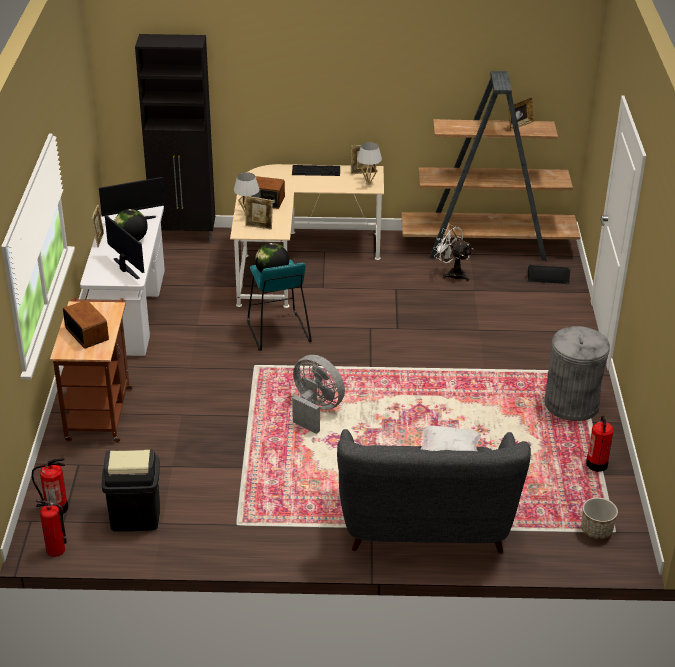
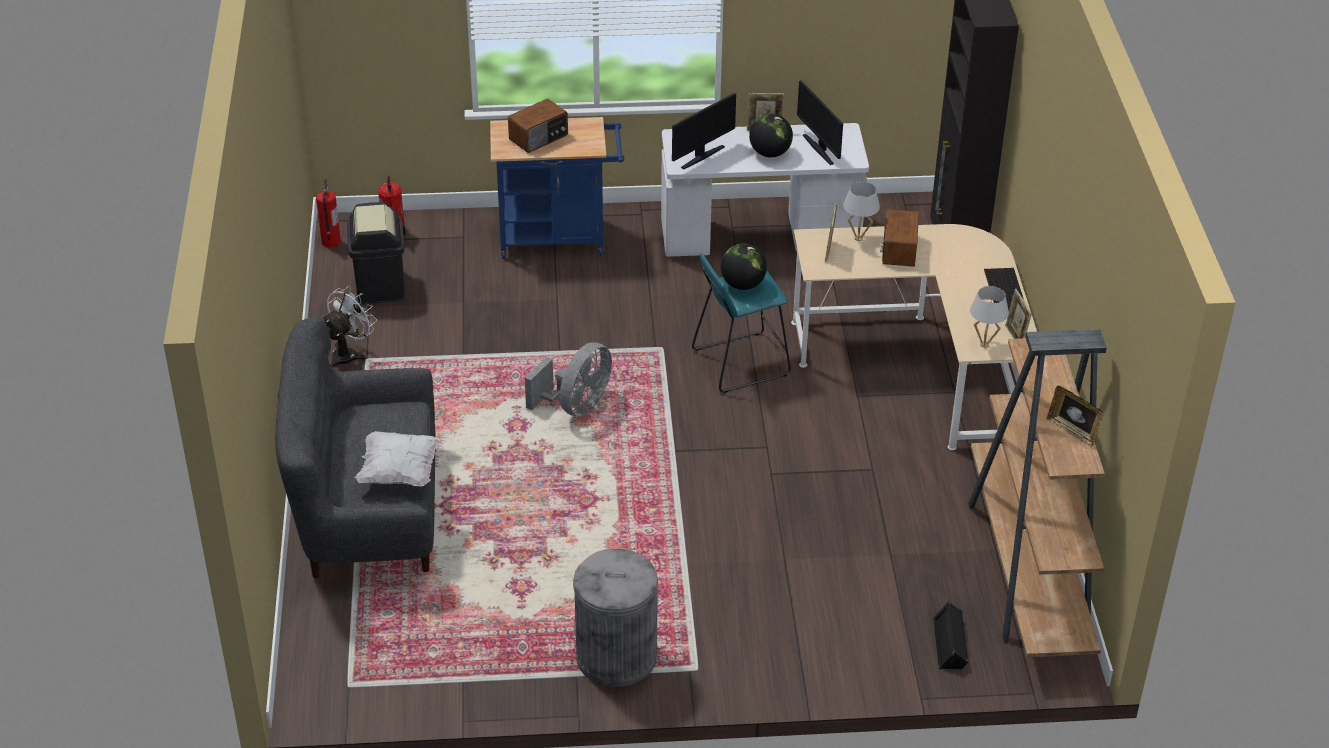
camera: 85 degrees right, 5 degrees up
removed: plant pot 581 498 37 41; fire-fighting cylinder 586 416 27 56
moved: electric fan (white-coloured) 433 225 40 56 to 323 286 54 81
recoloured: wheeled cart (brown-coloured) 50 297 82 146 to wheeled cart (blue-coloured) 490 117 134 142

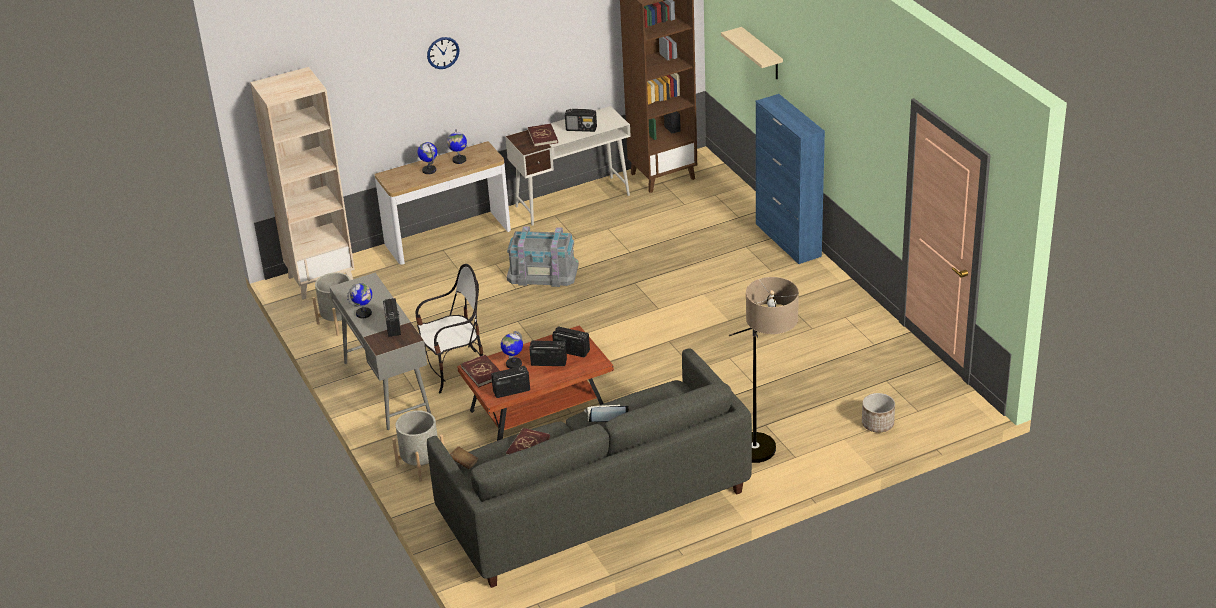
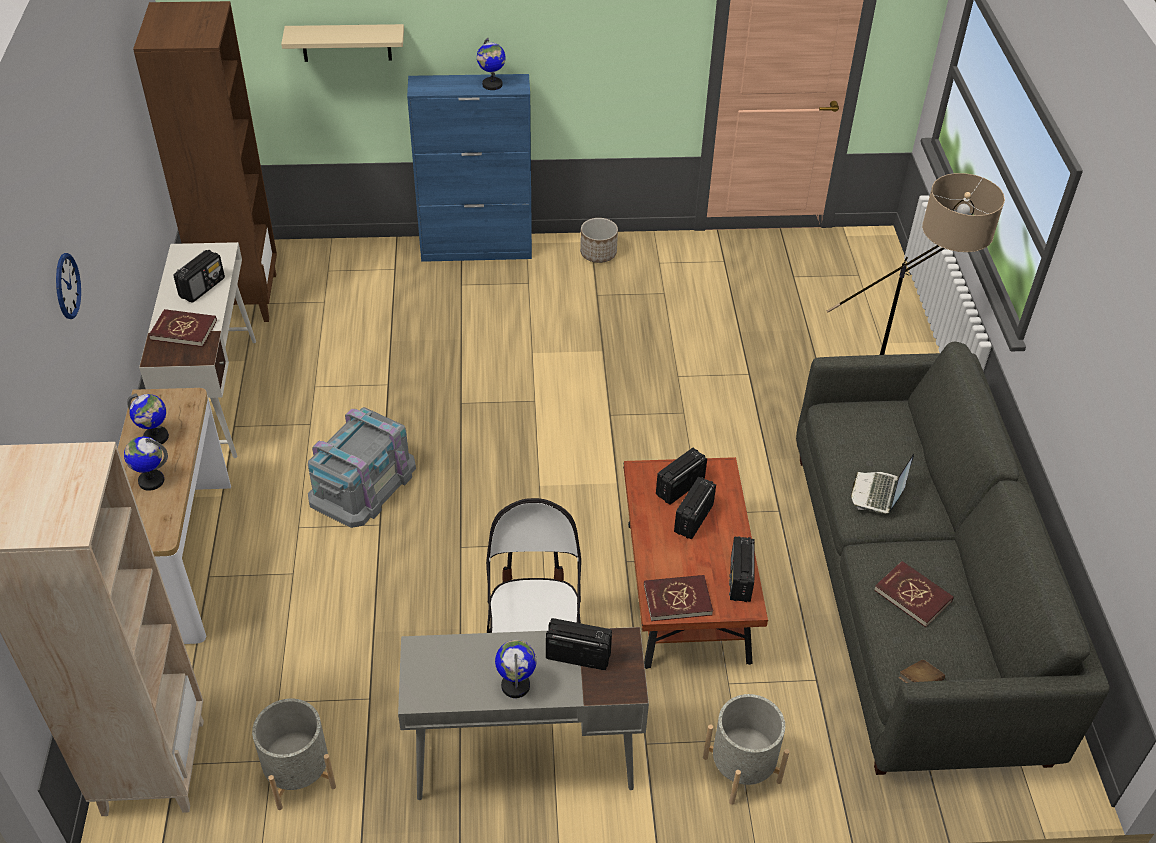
camera: 70 degrees left, 10 degrees up
moved: desk globe 501 331 22 38 to 477 38 29 52; plant pot 862 393 33 39 to 580 218 38 45

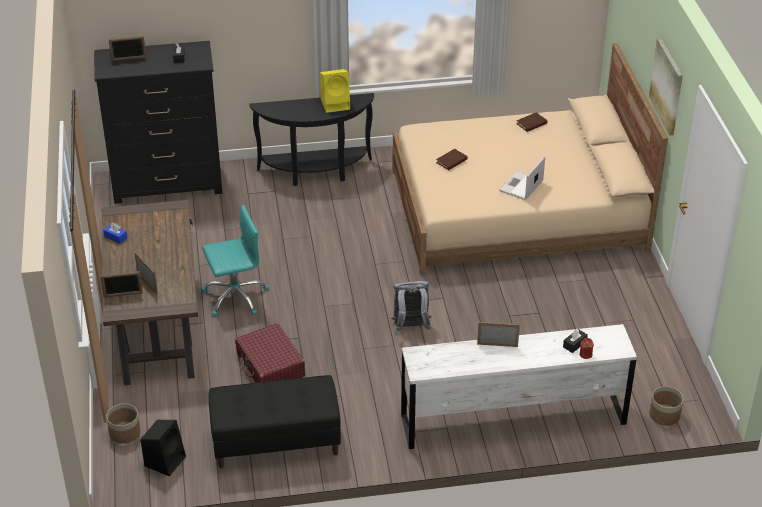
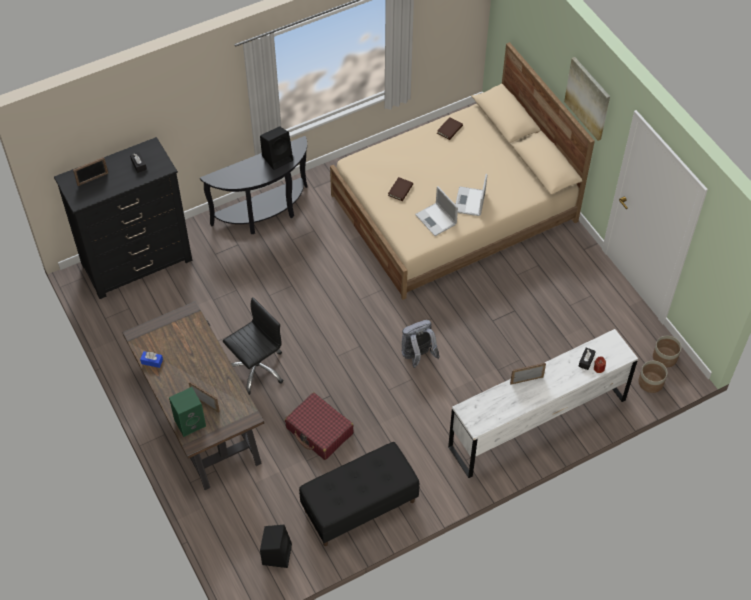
camera: 20 degrees left, 15 degrees up
added: portable computer 415 186 43 50
moved: plant pot 106 404 34 40 to 653 336 28 31
replaced: standing frame 100 271 43 27 to loudspeaker (green) 169 387 37 50
recoloured: desk chair (turquoise) 202 205 67 111 to desk chair (black) 223 297 61 98; loudspeaker (yellow) 320 69 30 44 to loudspeaker (black) 260 126 33 44

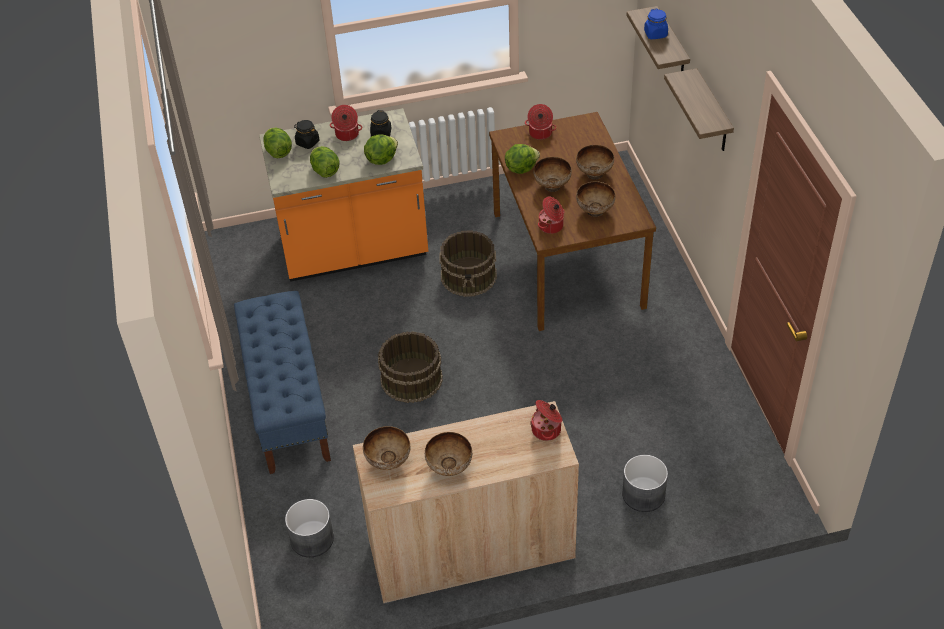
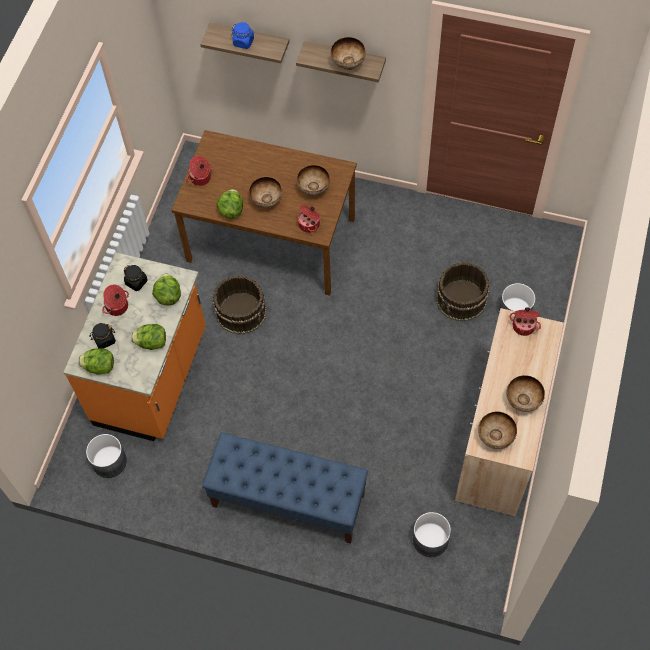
camera: 60 degrees left, 15 degrees up
added: plant pot (grey) 86 434 41 44
moved: serving bowl 576 145 38 35 to 331 37 35 33; pail (brown-coloured) 377 331 66 72 to 436 262 54 60

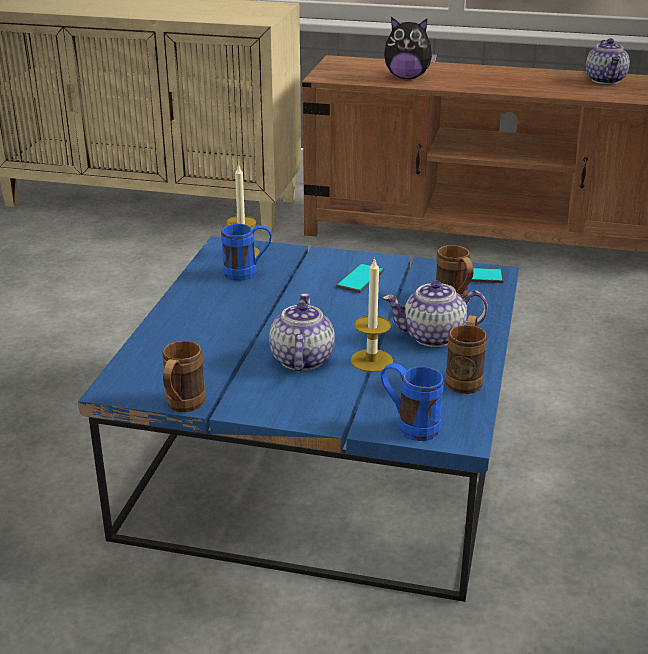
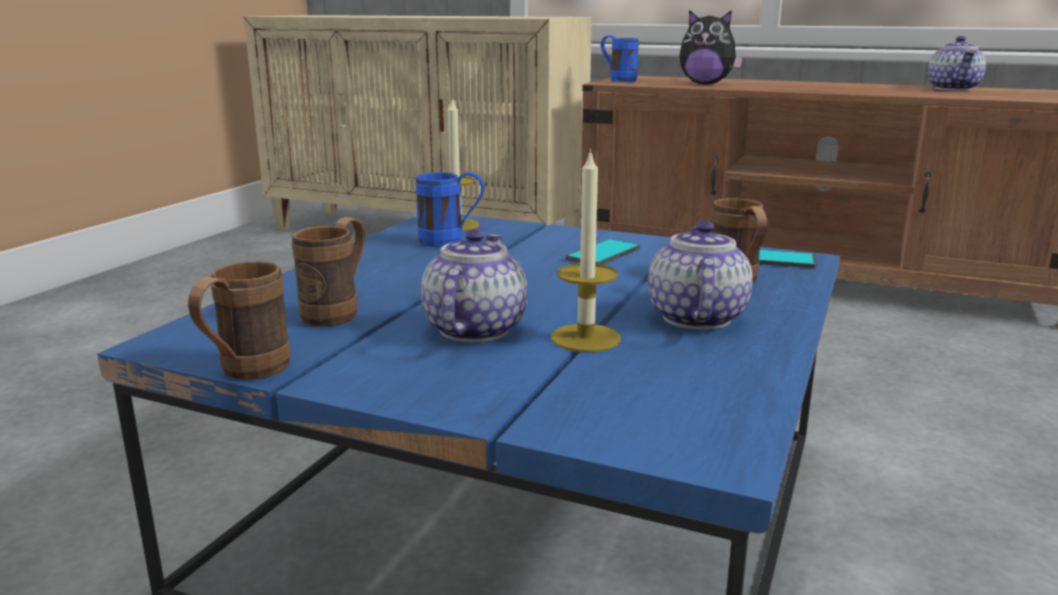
camera: 10 degrees right, 10 degrees down
moved: tea mug (brown-coloured) 445 315 42 79 to 292 217 73 110; tea mug (blue-coloured) 381 363 63 78 to 601 35 38 47
turned: pot for tea 383 280 105 67 = 648 221 105 109 90 degrees clockwise

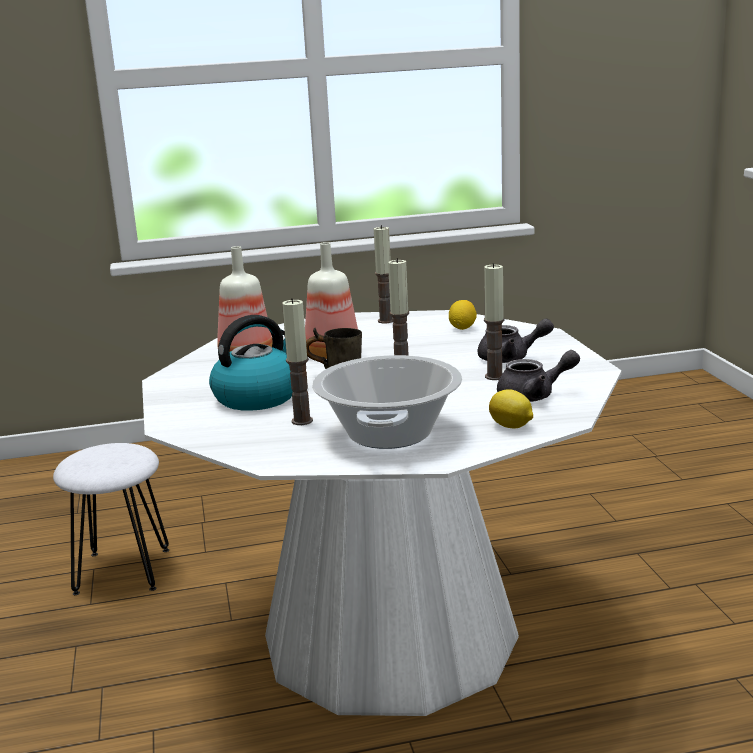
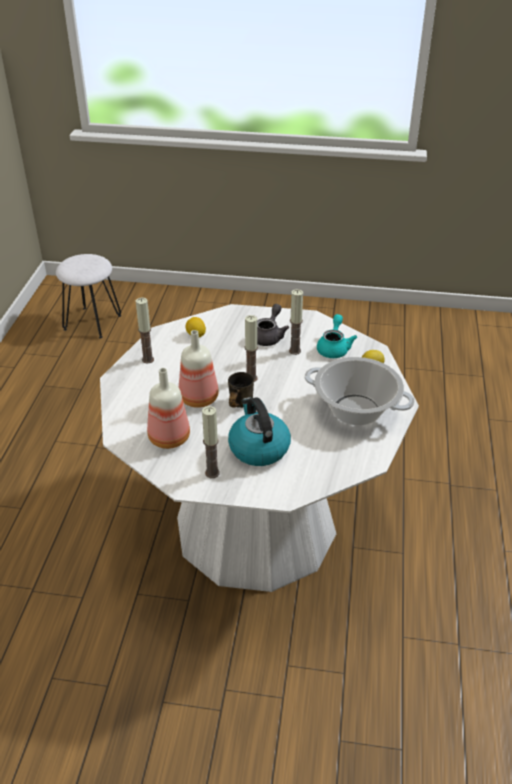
camera: 70 degrees left, 20 degrees up
moved: stool (white-coloured) 53 443 116 152 to 56 254 65 85; wax light 282 298 31 127 to 202 406 18 72
recoloured: pot for tea (grey) 497 350 83 52 to pot for tea (turquoise) 317 314 40 44

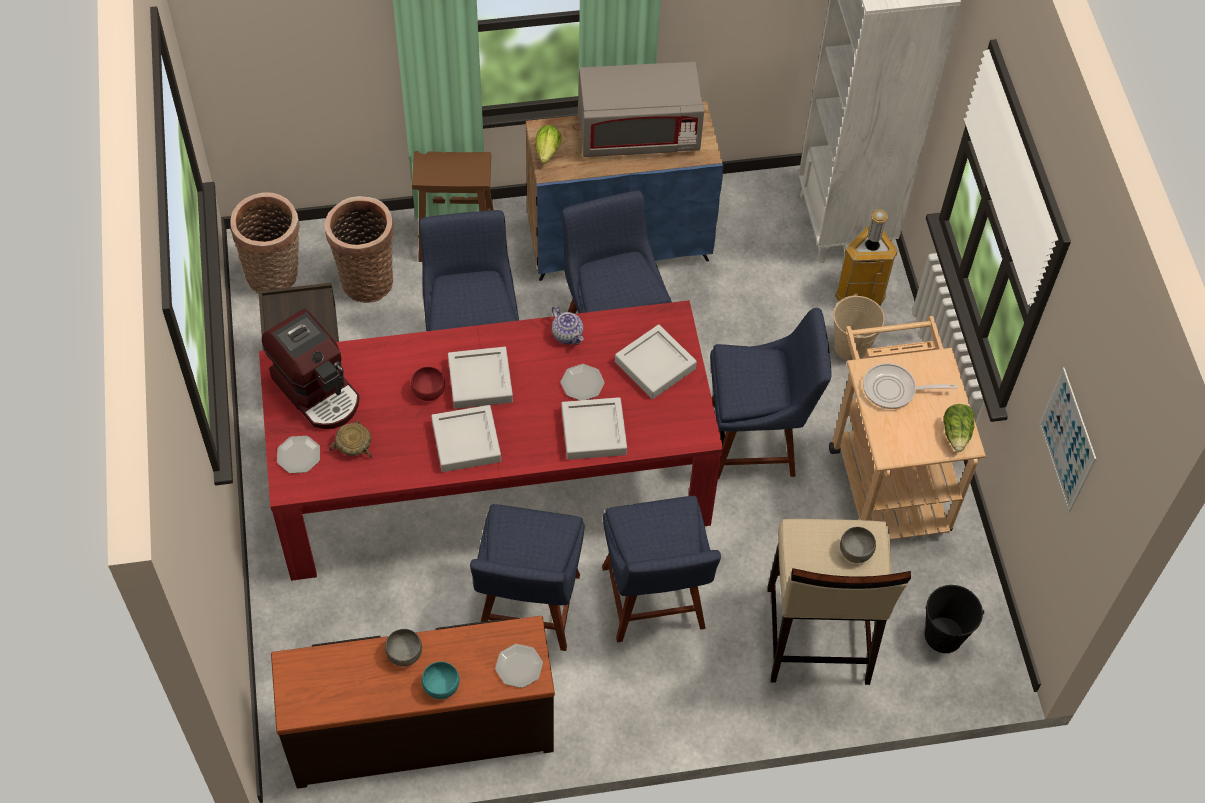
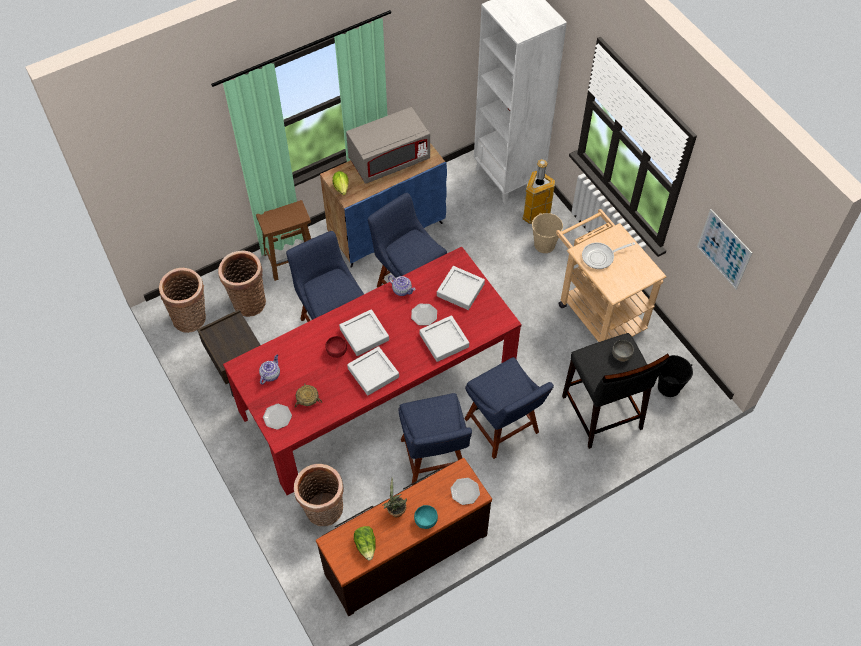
camera: 20 degrees left, 0 degrees up
removed: plain chair (blue-coloured) 710 308 121 171
added: basket 294 464 50 62
moved: lettuce 943 404 31 48 to 354 526 22 34
replaced: coffee brewer 262 309 97 120 to pot for tea 259 354 21 31; serving bowl (grey) 385 629 37 38 to houseplant 383 477 24 40
recoloured: stool (sand-coloured) 767 519 144 166 to stool (black) 562 333 108 116

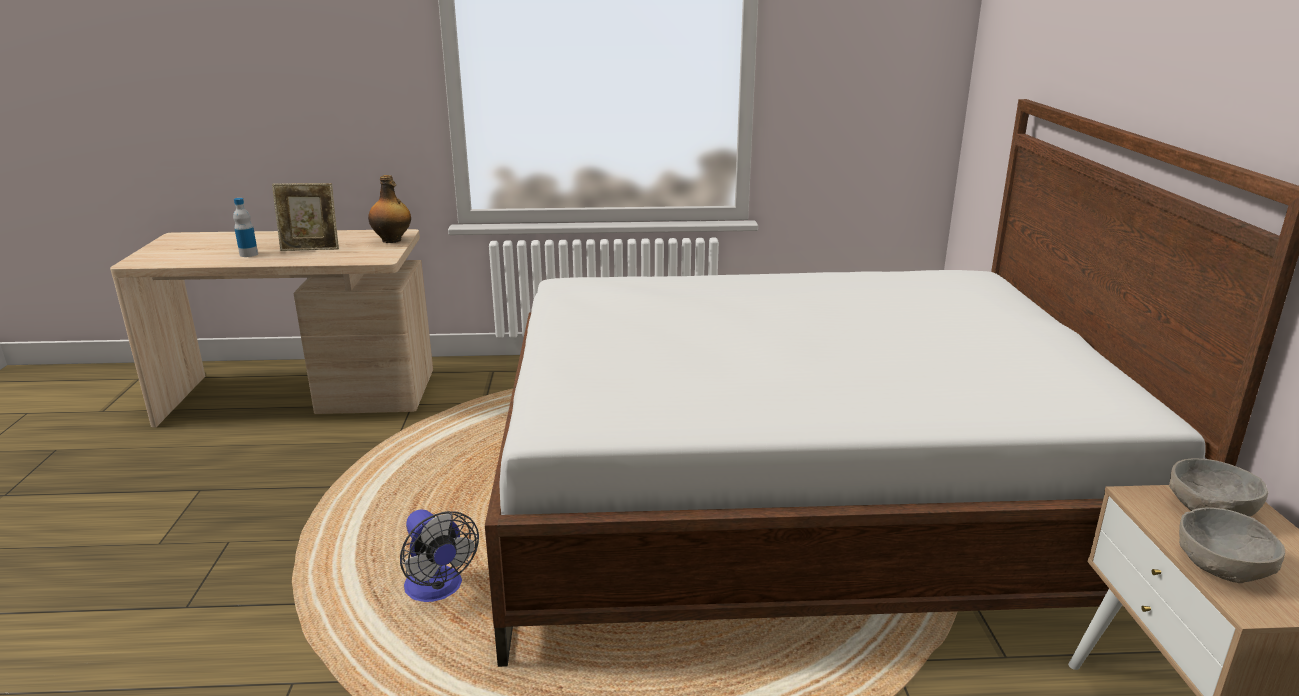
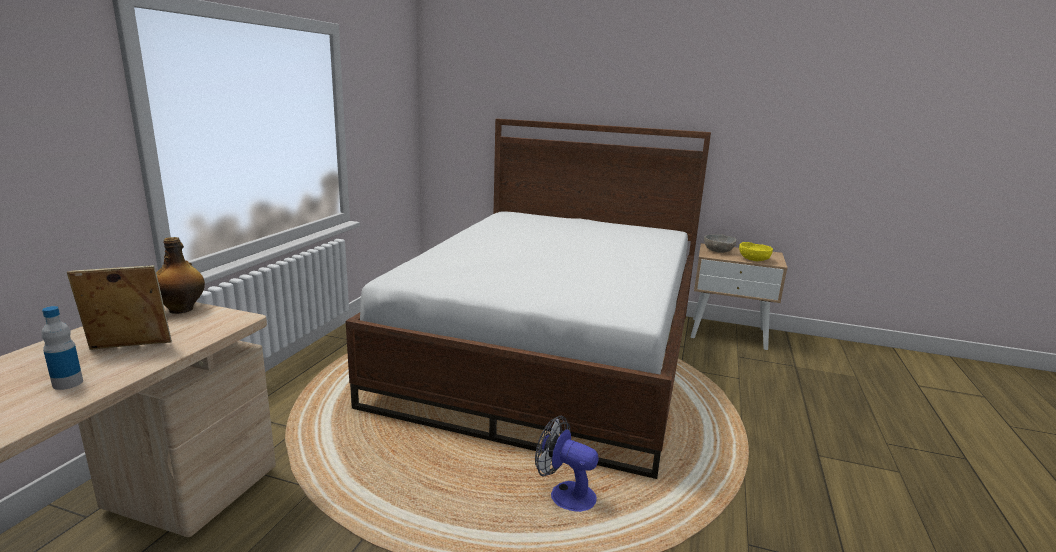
camera: 70 degrees left, 5 degrees down
recoloured: serving bowl (grey) 1179 507 106 76 to serving bowl (yellow) 739 242 34 19
turned: standing frame 272 183 67 68 = 67 265 105 85 120 degrees counterclockwise; electric fan 400 509 79 93 = 535 416 64 96 135 degrees counterclockwise

